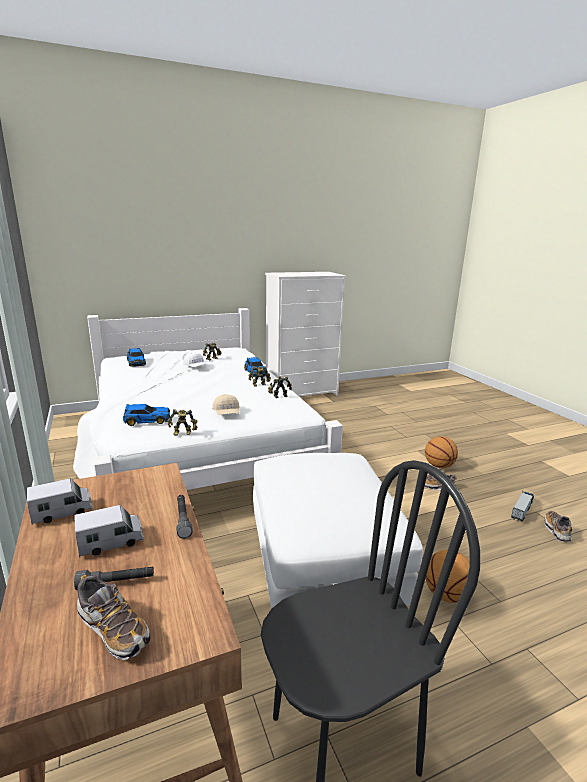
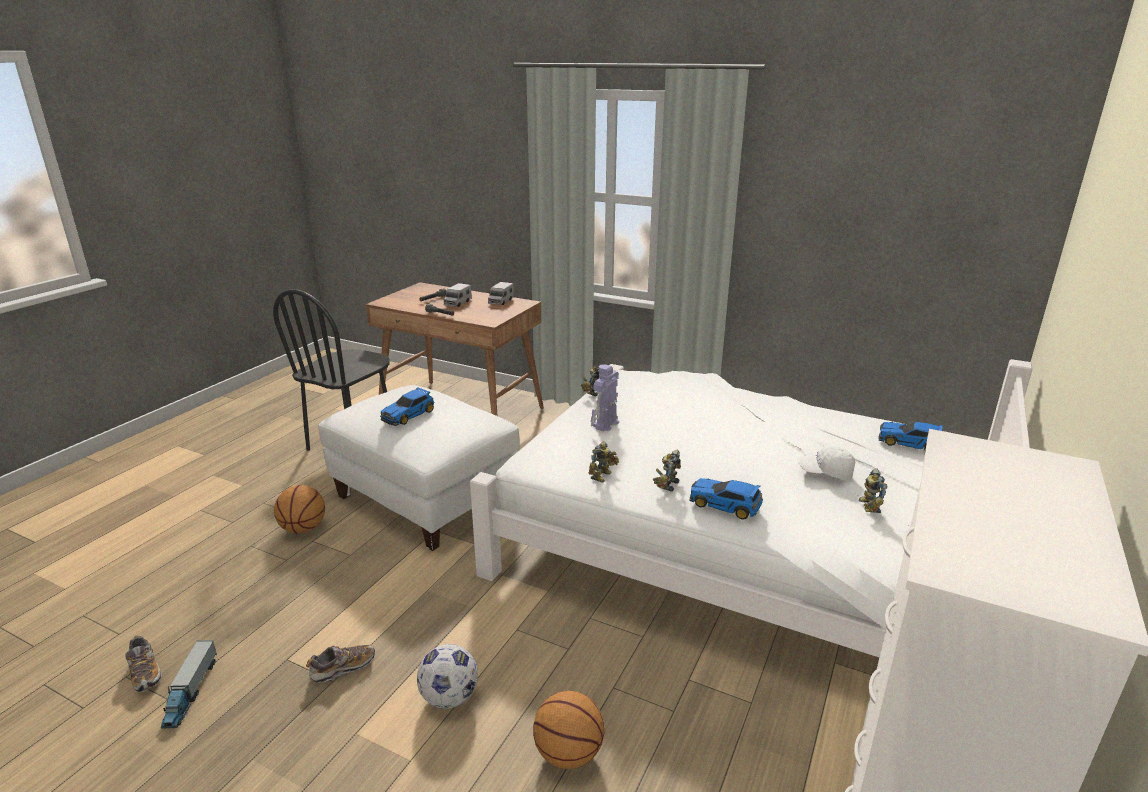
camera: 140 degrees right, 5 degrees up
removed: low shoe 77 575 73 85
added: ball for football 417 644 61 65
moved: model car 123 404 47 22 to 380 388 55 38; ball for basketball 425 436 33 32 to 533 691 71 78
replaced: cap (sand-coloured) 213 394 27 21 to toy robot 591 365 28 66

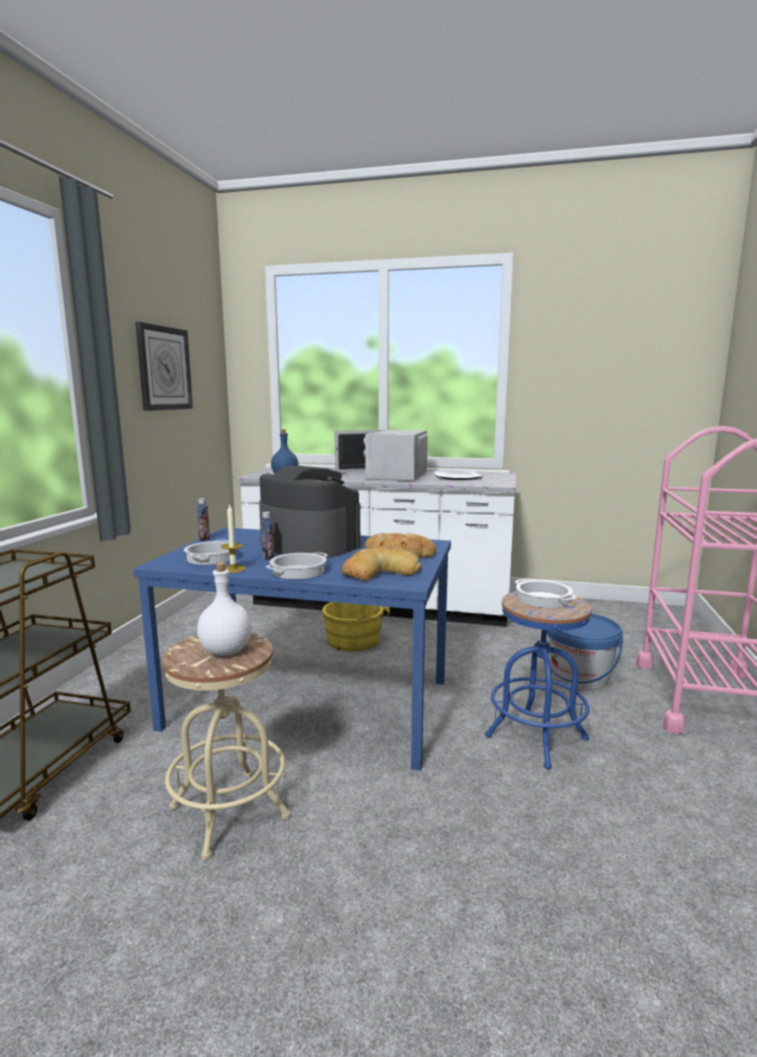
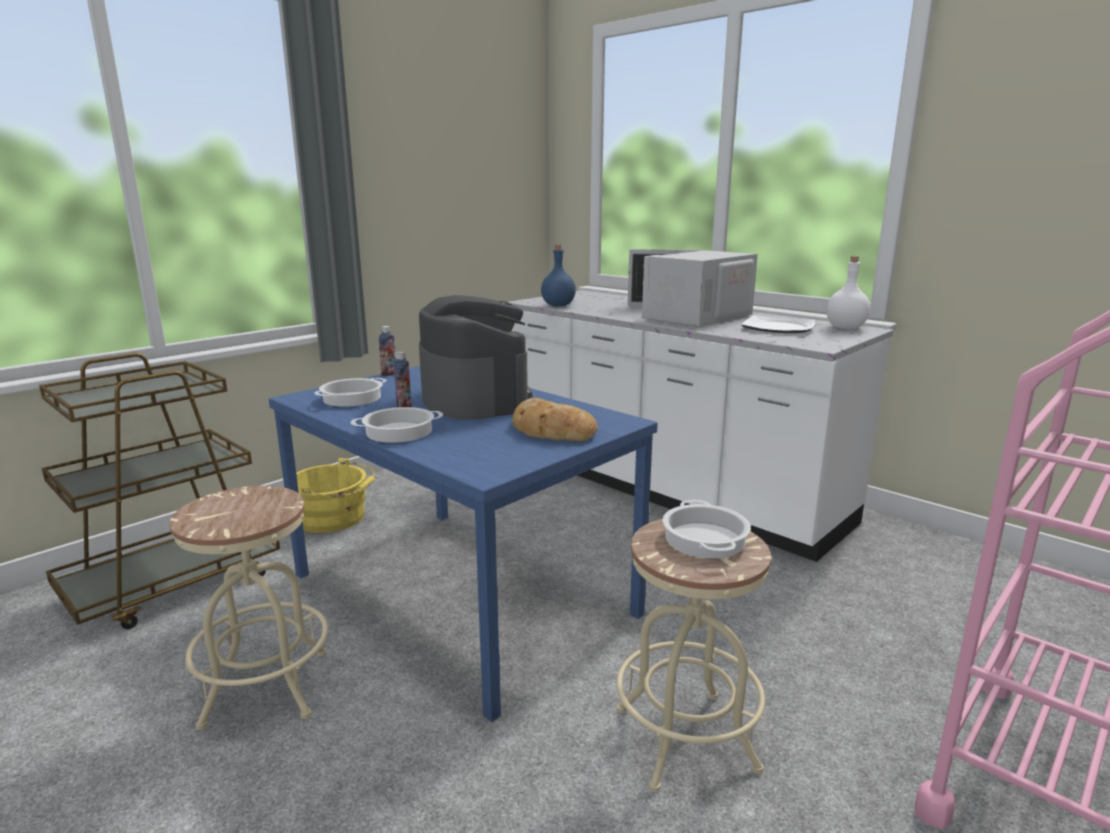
camera: 30 degrees right, 5 degrees up
removed: wall clock 135 322 58 89; wax light 221 504 25 69; bread 341 546 80 35; pail (blue-coloured) 547 614 76 75
moved: pail (yellow) 322 602 68 50 to 296 458 79 75; bottle (white-coloured) 197 562 55 93 to 826 256 44 73
recoloured: stool (blue-coloured) 485 591 107 178 to stool (sand-coloured) 617 519 154 273

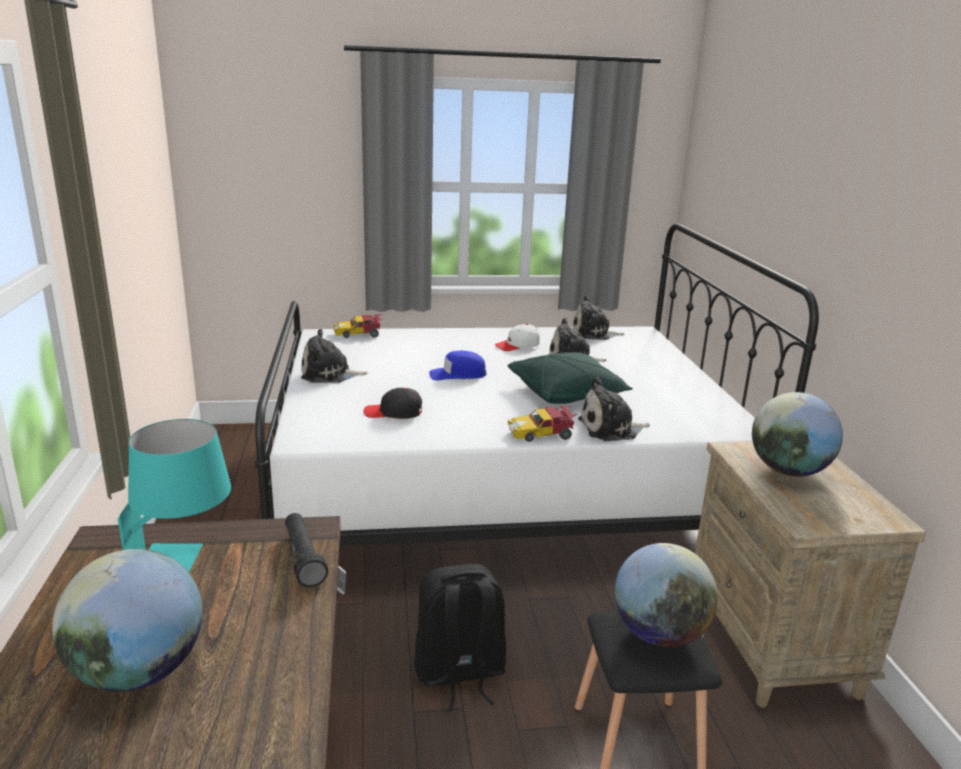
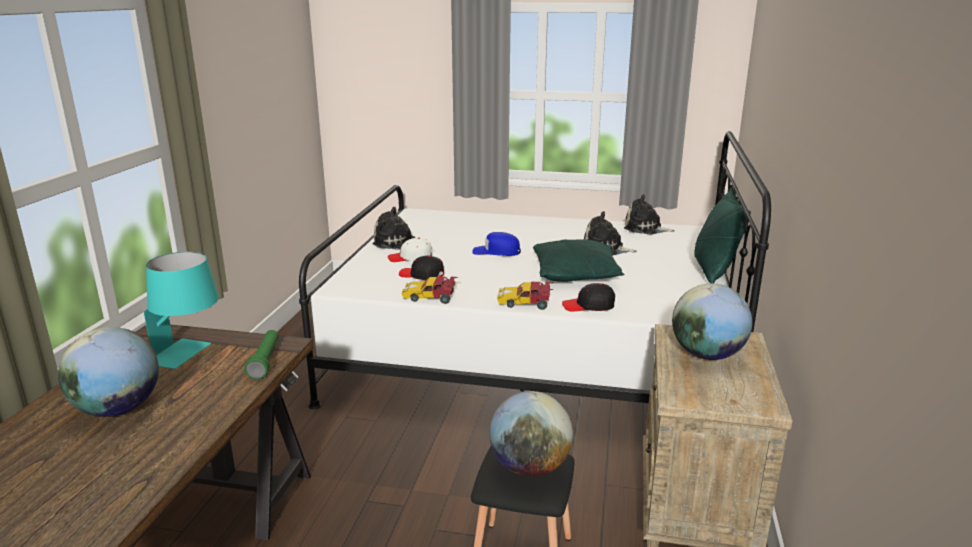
camera: 20 degrees right, 0 degrees up
removed: knapsack (black) 414 564 92 147
added: throw pillow (green) 694 188 57 95
moved: cap (white-coloured) 495 324 45 27 to 388 238 44 24; model car 333 314 49 24 to 402 276 56 28
replaced: cuddly toy 578 377 72 64 to cap (black) 562 283 53 29
recoloured: torch (black) 285 513 43 74 to torch (green) 244 330 35 49

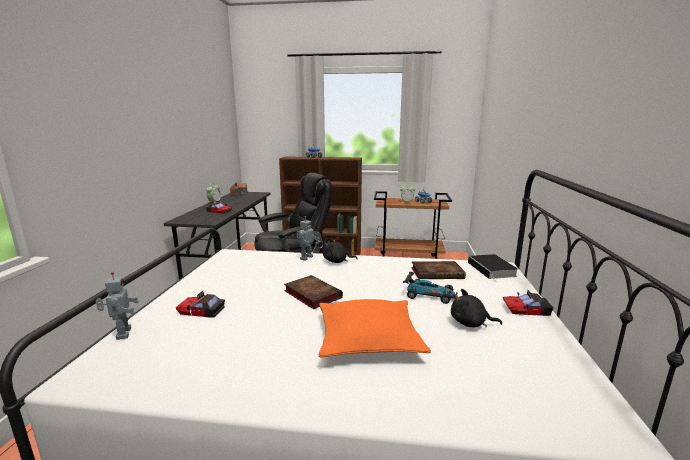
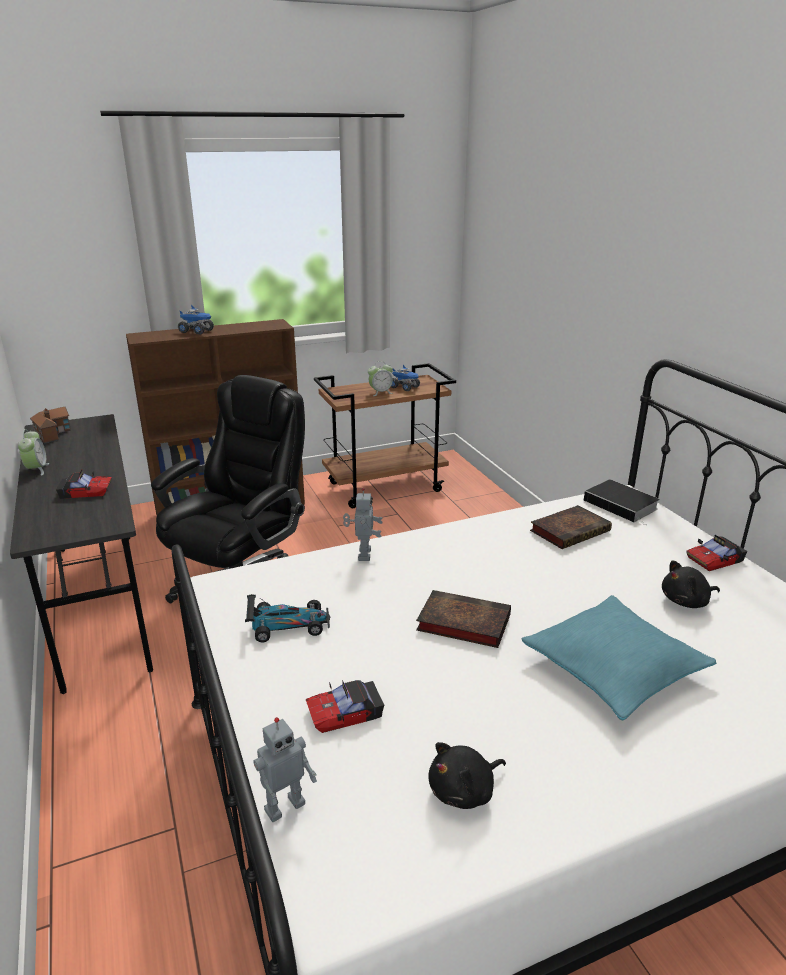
camera: 30 degrees left, 10 degrees up
moved: model car 403 272 55 32 to 245 594 85 49; cuddly toy (black) 323 238 35 25 to 428 742 78 67
recoloured: throw pillow (orange) 319 299 112 59 to throw pillow (turquoise) 522 595 194 125
turned: toy robot 96 272 43 68 = 253 717 64 105 105 degrees clockwise

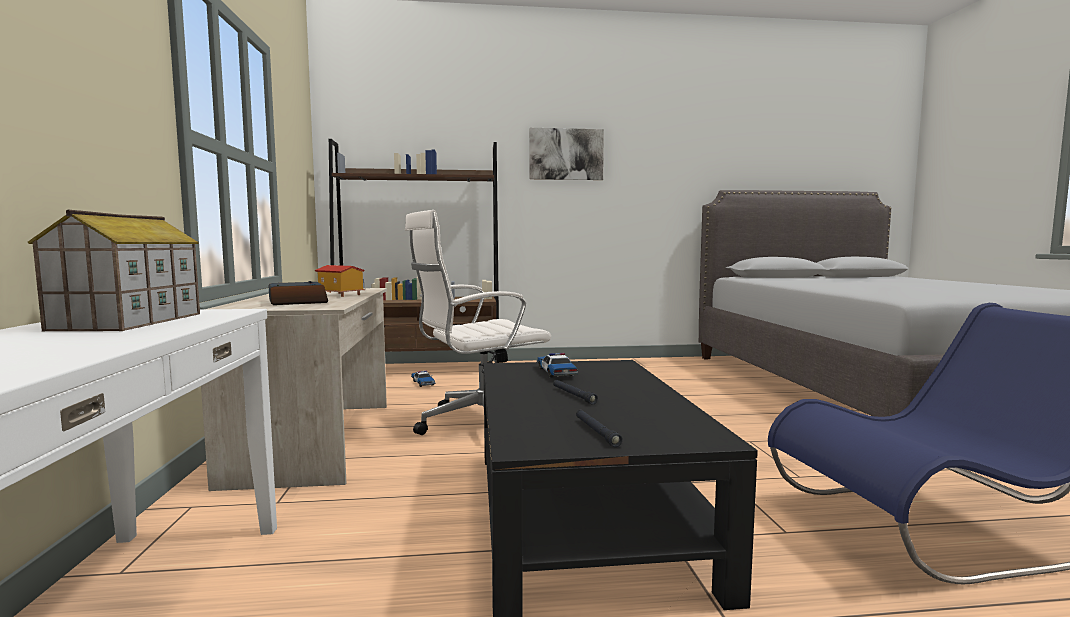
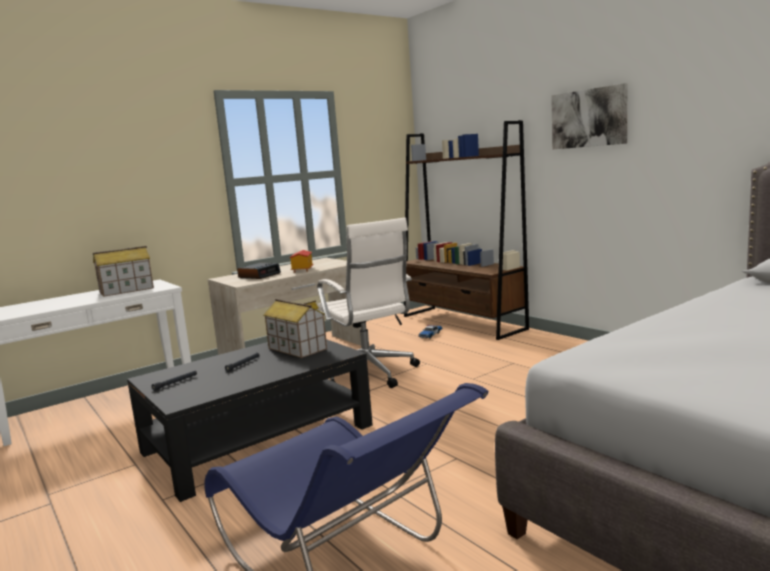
camera: 60 degrees right, 5 degrees up
replaced: model car 537 353 41 25 to miniature house 263 299 64 59
turned: desk chair (white-coloured) 405 210 146 225 = 317 218 103 170 150 degrees counterclockwise

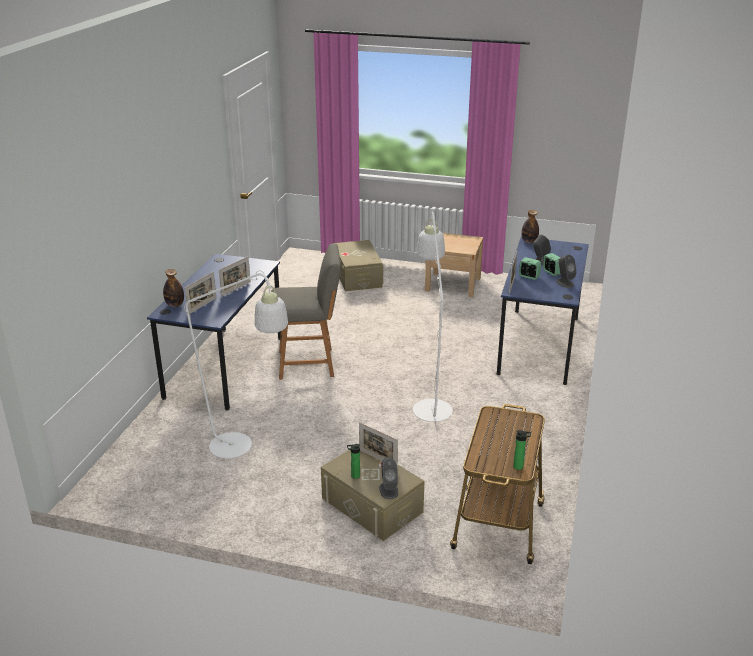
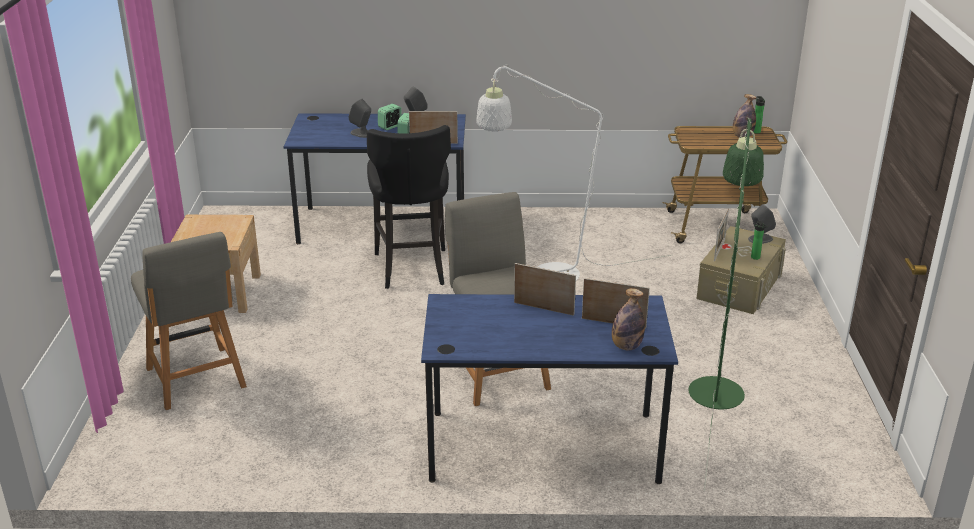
camera: 105 degrees left, 0 degrees up
added: stool (black) 367 125 84 164
moved: bottle 521 210 18 33 to 733 94 23 43
replaced: storage box (sand-coloured) 335 240 48 51 to plain chair (grey) 131 232 116 178
recoloured: floor lamp (white-coloured) 143 271 145 187 to floor lamp (green) 688 118 76 374

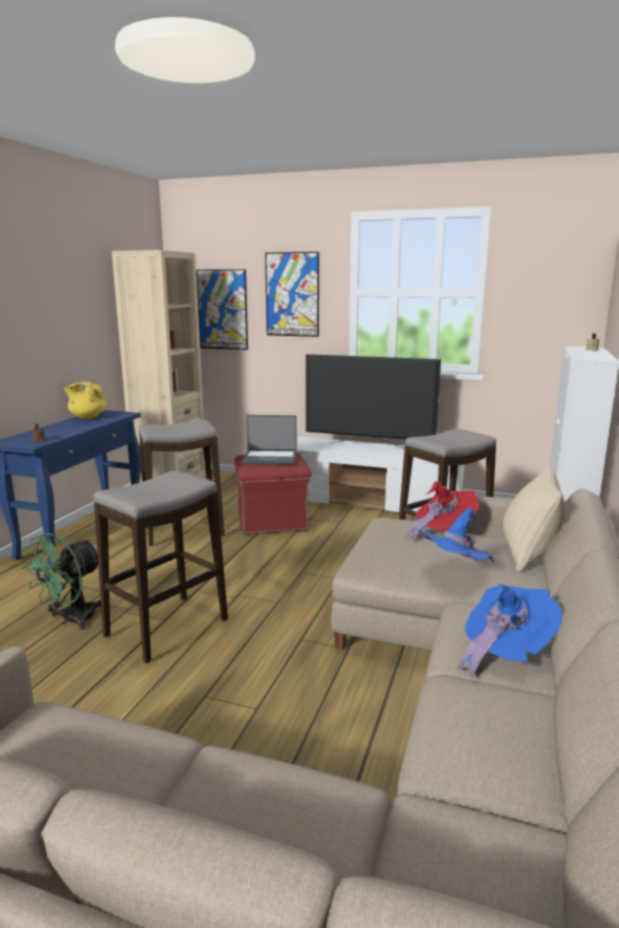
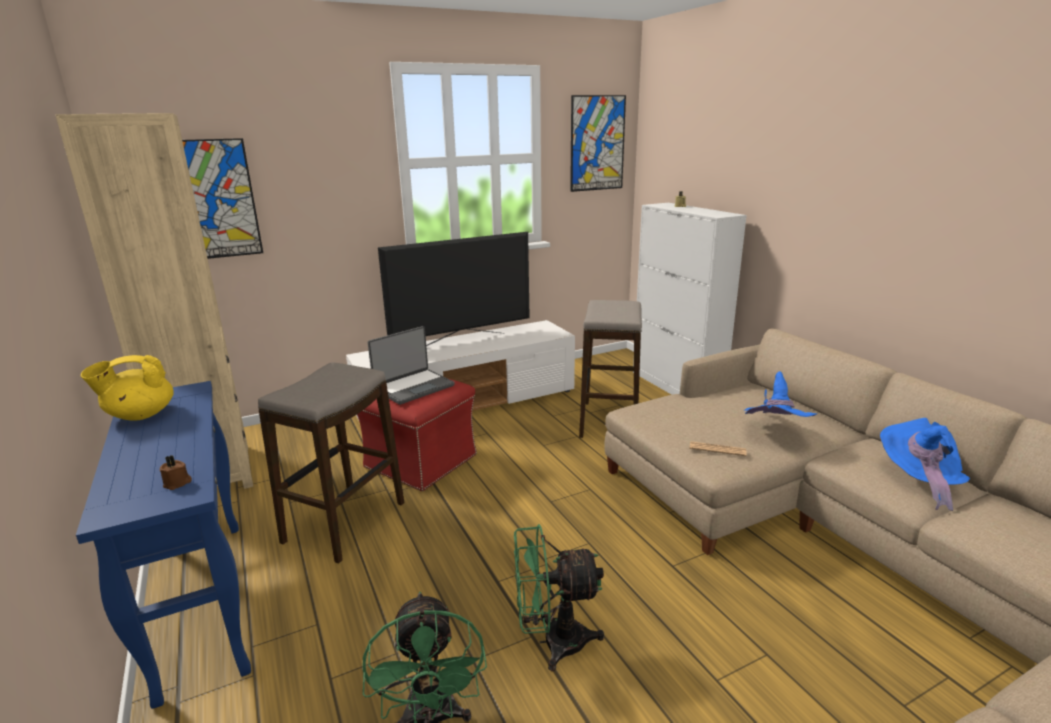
camera: 45 degrees left, 5 degrees up
removed: clothing hat (reddish) 406 481 74 60; throw pillow (sand-coloured) 503 466 62 106
added: daily paper 690 441 56 15
moved: wall art 265 252 54 85 to 570 95 56 97
replaced: stool 94 470 134 194 to electric fan (green) 514 524 90 147

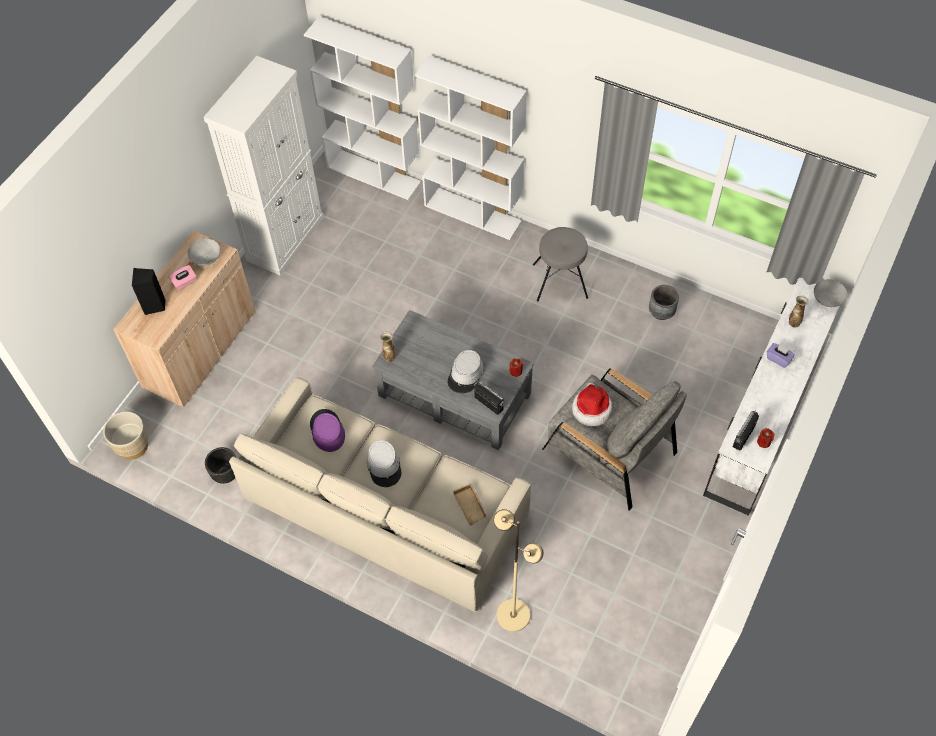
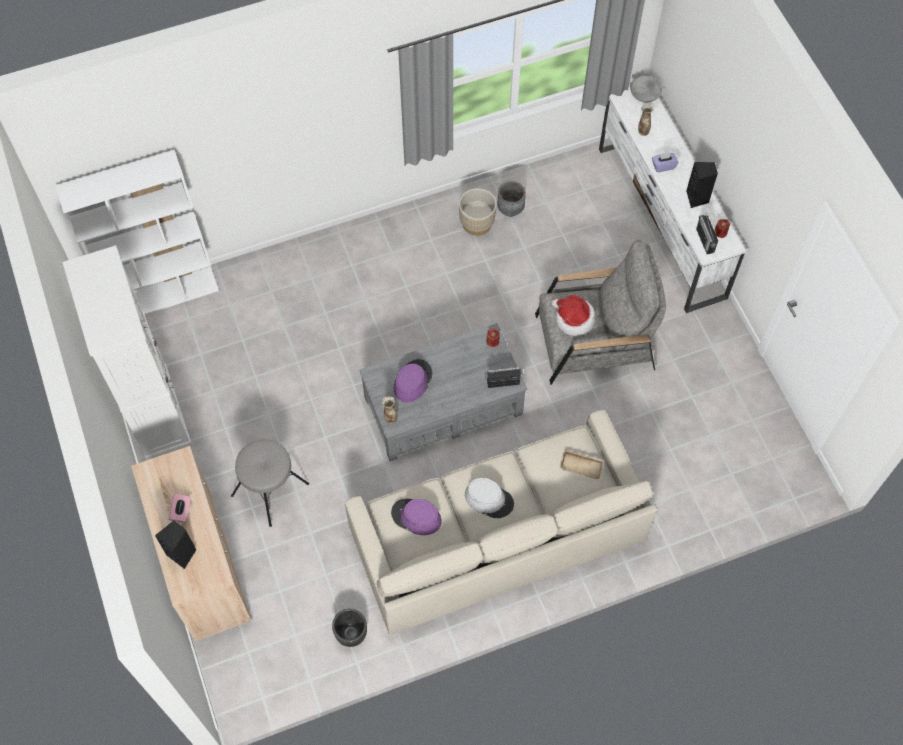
camera: 50 degrees left, 5 degrees up
removed: serving bowl (grey) 188 239 32 27; bookshelf (white-coloured) 415 56 112 184; clothing hat (grey) 447 350 36 43; floor lamp (sand-coloured) 494 509 50 123
added: clothing hat (purple) 394 359 38 43; loudspeaker (black) 686 162 32 46
moved: stool (grey) 533 227 55 75 to 231 439 78 88; plant pot (sand-coloured) 103 411 45 49 to 459 188 38 48

